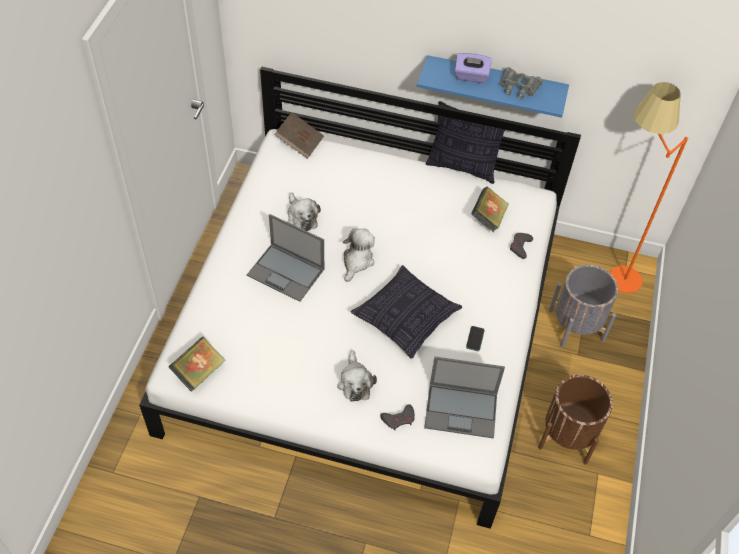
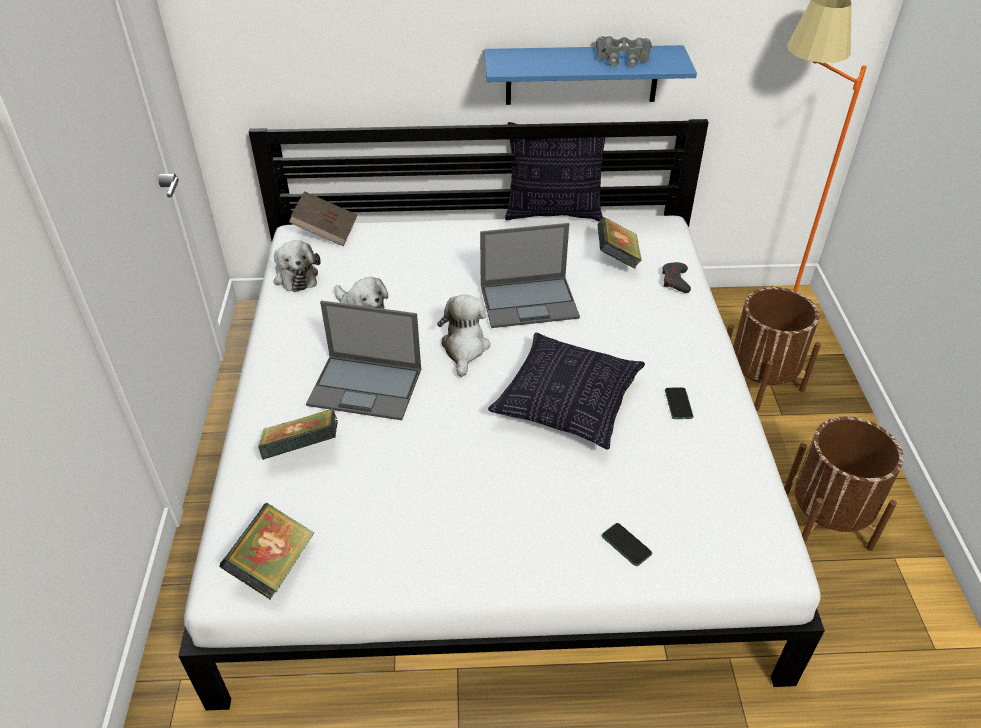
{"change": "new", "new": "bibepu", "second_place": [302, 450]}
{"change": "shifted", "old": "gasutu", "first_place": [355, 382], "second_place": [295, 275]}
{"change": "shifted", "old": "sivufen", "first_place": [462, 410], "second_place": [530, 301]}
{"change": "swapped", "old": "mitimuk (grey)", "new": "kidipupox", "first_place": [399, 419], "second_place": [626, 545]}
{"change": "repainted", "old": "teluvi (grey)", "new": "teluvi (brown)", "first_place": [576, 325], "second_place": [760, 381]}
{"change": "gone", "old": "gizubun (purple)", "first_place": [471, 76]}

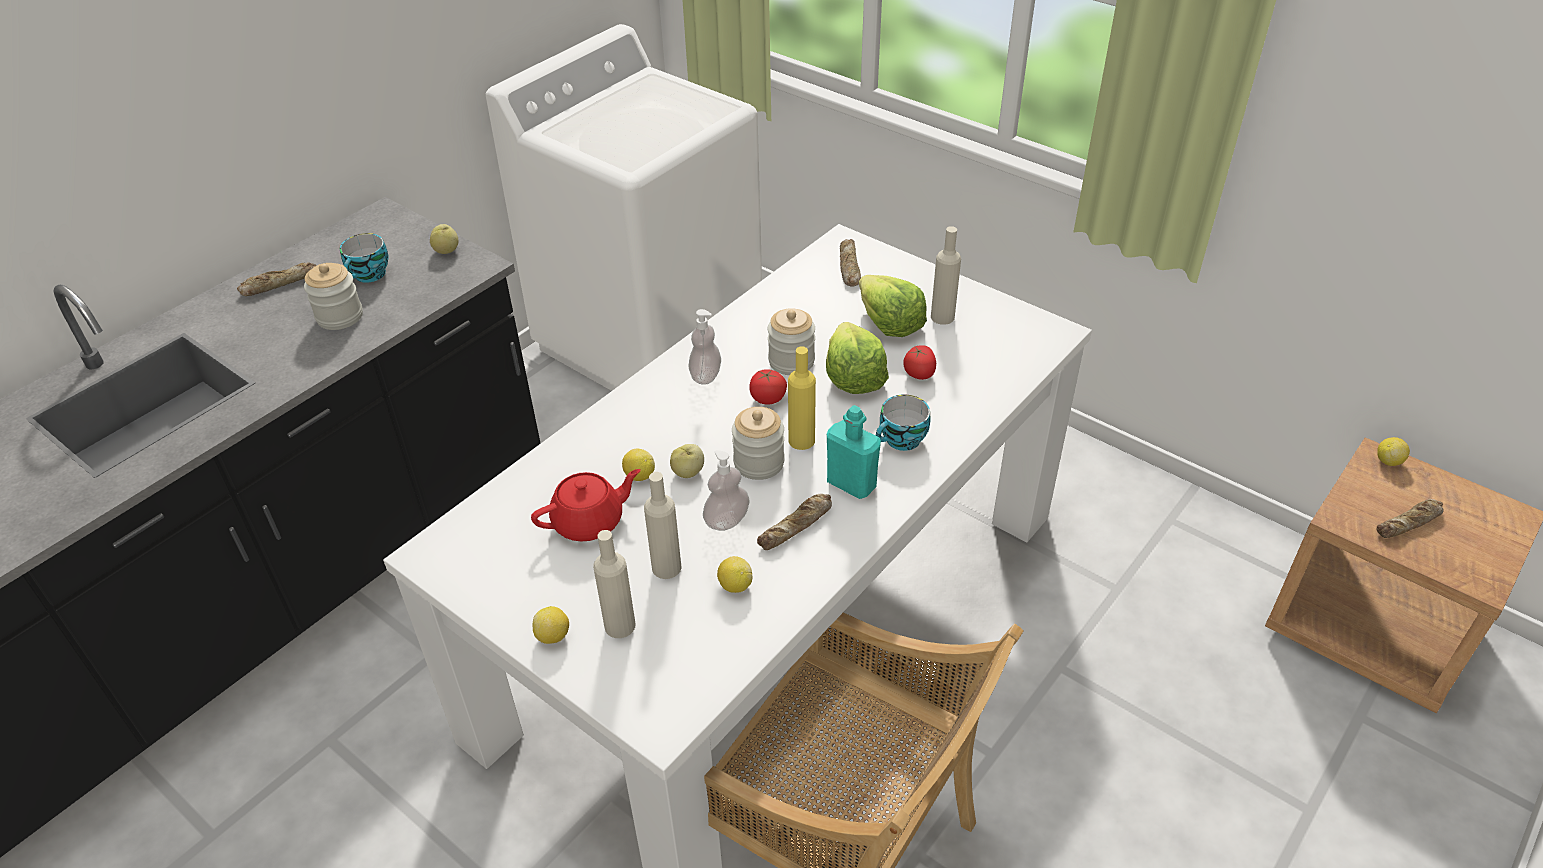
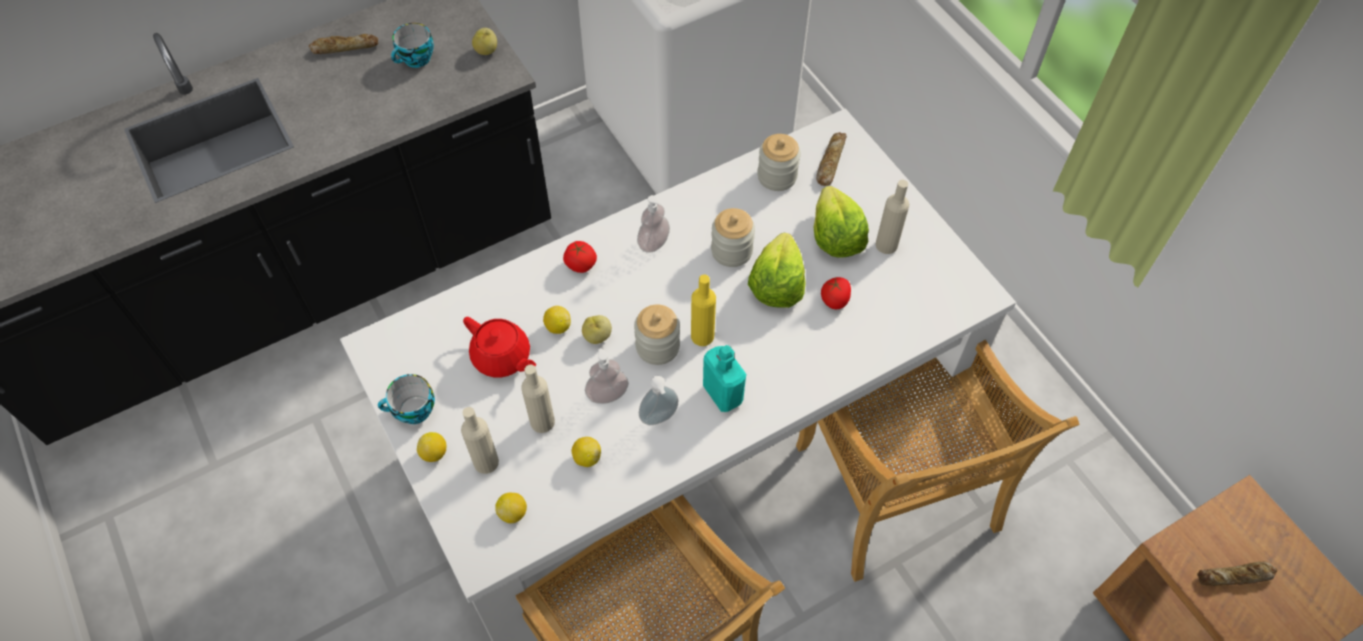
{"change": "shifted", "old": "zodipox", "first_place": [902, 441], "second_place": [413, 412]}
{"change": "rotated", "old": "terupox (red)", "first_place": [590, 521], "second_place": [502, 357], "degrees": 45}
{"change": "shifted", "old": "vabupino", "first_place": [1388, 461], "second_place": [513, 513]}
{"change": "shifted", "old": "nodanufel", "first_place": [768, 398], "second_place": [581, 264]}
{"change": "swapped", "old": "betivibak", "new": "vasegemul", "first_place": [796, 526], "second_place": [659, 419]}
{"change": "shifted", "old": "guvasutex", "first_place": [340, 316], "second_place": [777, 176]}
{"change": "new", "new": "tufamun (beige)", "second_place": [897, 491]}

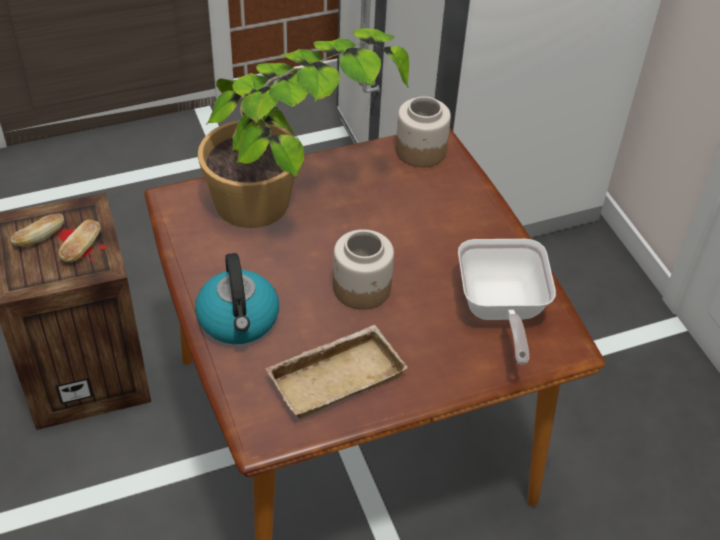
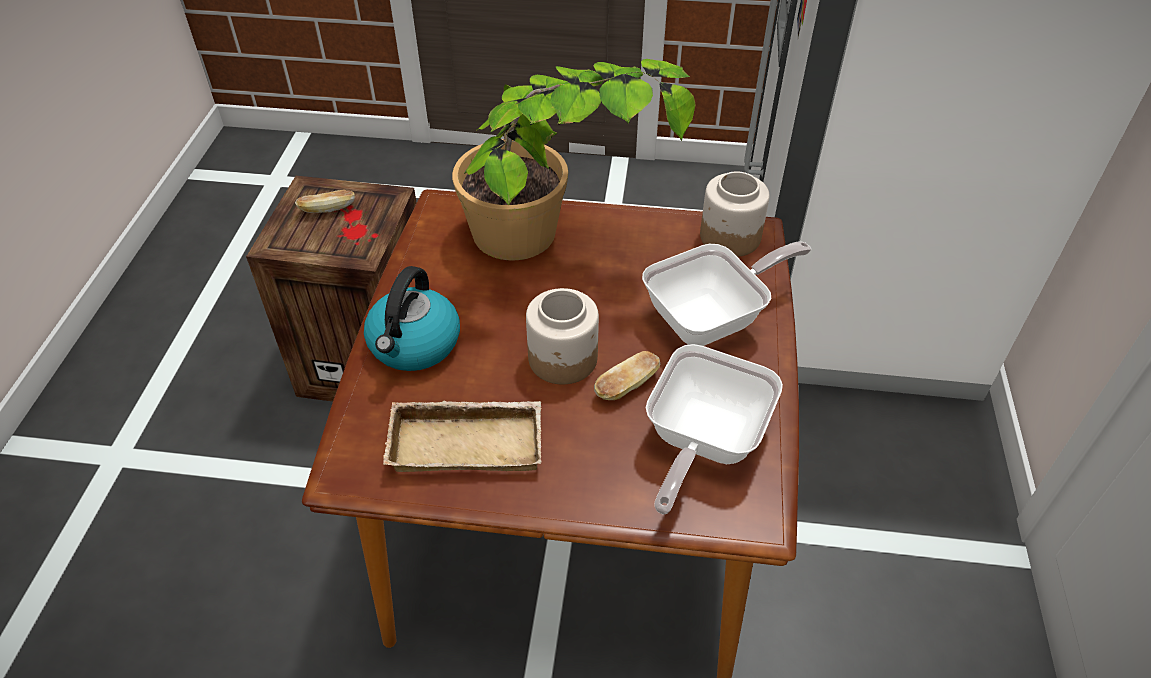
{"change": "shifted", "old": "betivibak", "first_place": [82, 249], "second_place": [626, 386]}
{"change": "new", "new": "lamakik", "second_place": [712, 318]}

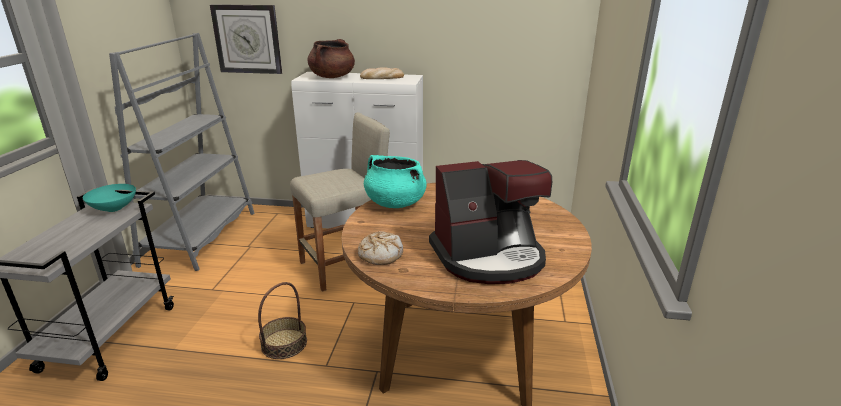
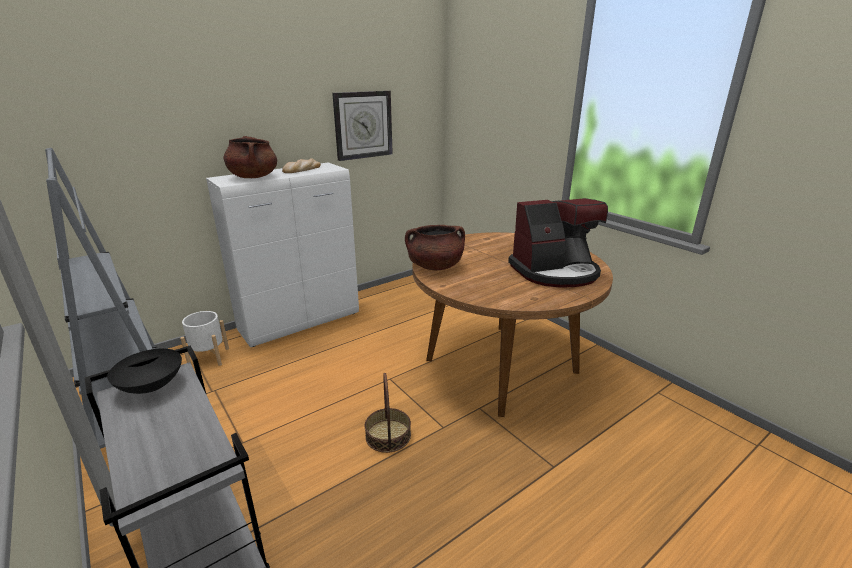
{"change": "repainted", "old": "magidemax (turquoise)", "new": "magidemax (black)", "first_place": [114, 209], "second_place": [152, 386]}
{"change": "new", "new": "teluvi (white)", "second_place": [209, 357]}
{"change": "shifted", "old": "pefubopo", "first_place": [247, 39], "second_place": [363, 125]}
{"change": "repainted", "old": "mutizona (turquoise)", "new": "mutizona (brown)", "first_place": [395, 203], "second_place": [435, 266]}
{"change": "rotated", "old": "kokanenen", "first_place": [489, 257], "second_place": [555, 272], "degrees": 45}
{"change": "gone", "old": "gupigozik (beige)", "first_place": [346, 265]}
{"change": "gone", "old": "betivibak", "first_place": [380, 254]}

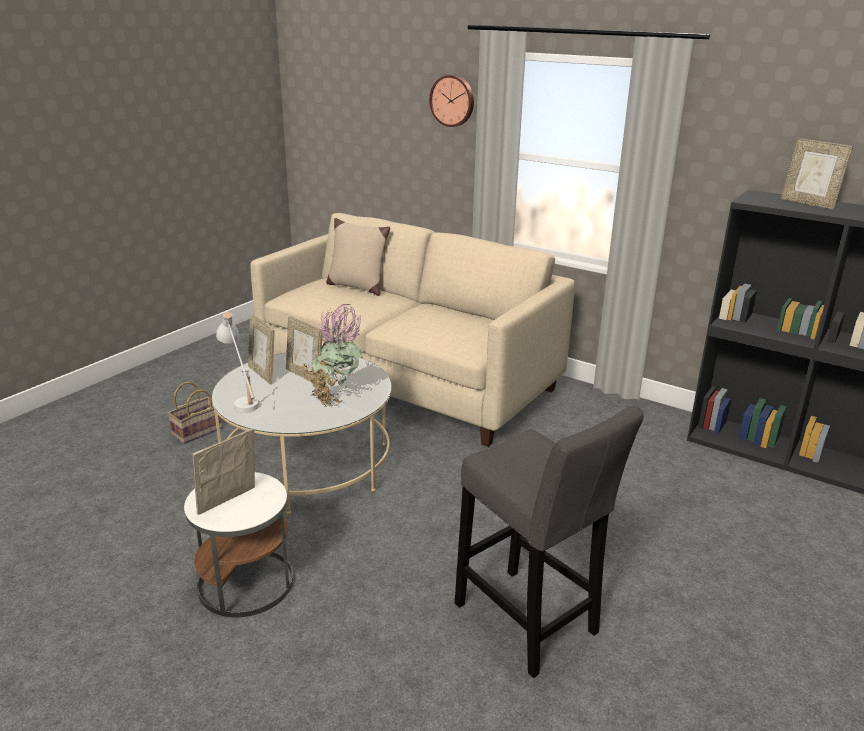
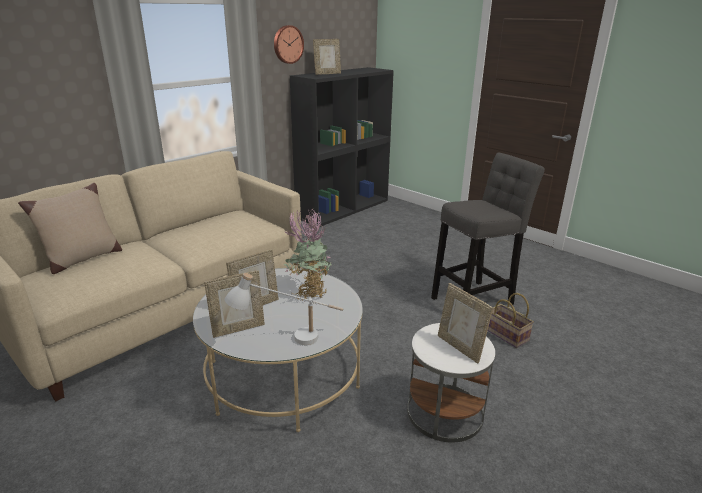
{"change": "shifted", "old": "pefubopo", "first_place": [453, 100], "second_place": [287, 44]}
{"change": "shifted", "old": "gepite", "first_place": [198, 431], "second_place": [505, 335]}

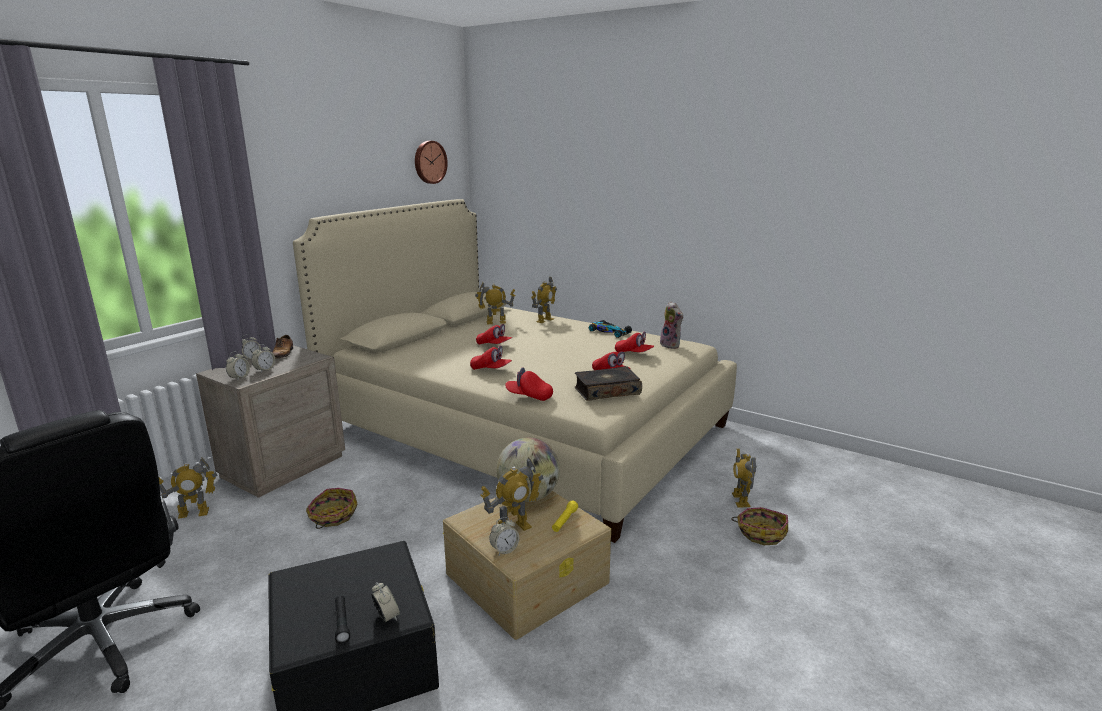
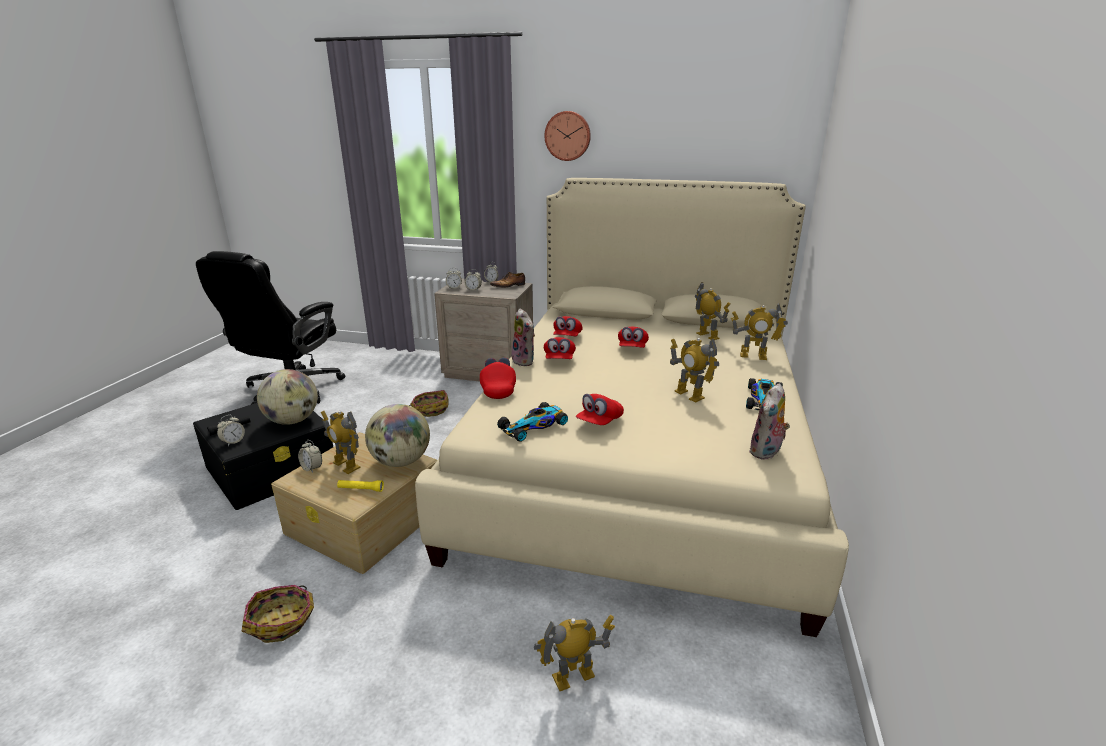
{"change": "shifted", "old": "gepite", "first_place": [761, 533], "second_place": [282, 621]}
{"change": "new", "new": "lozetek", "second_place": [293, 421]}
{"change": "swapped", "old": "bibepu", "new": "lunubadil", "first_place": [606, 391], "second_place": [534, 426]}
{"change": "new", "new": "gasutu", "second_place": [525, 361]}
{"change": "shifted", "old": "pefubopo", "first_place": [429, 162], "second_place": [568, 136]}
{"change": "shifted", "old": "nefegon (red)", "first_place": [633, 353], "second_place": [567, 337]}
{"change": "shifted", "old": "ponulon", "first_place": [194, 513], "second_place": [689, 395]}

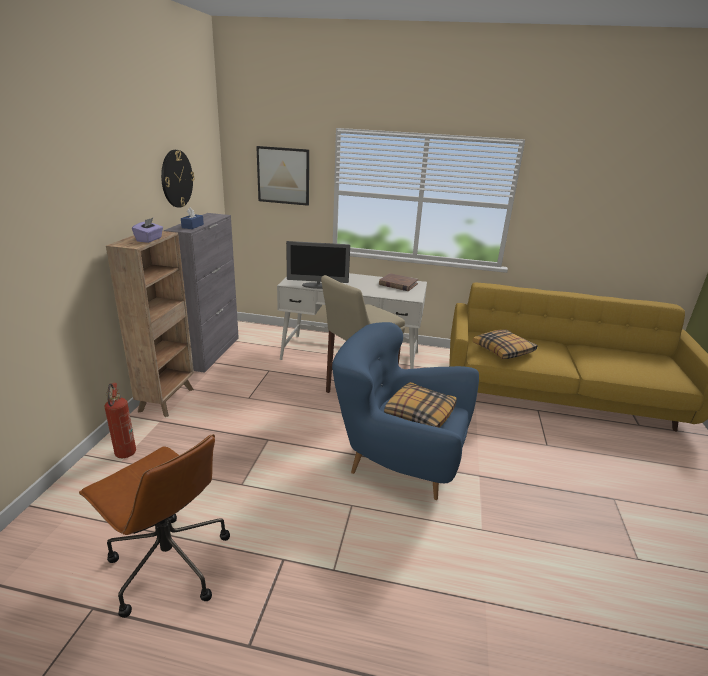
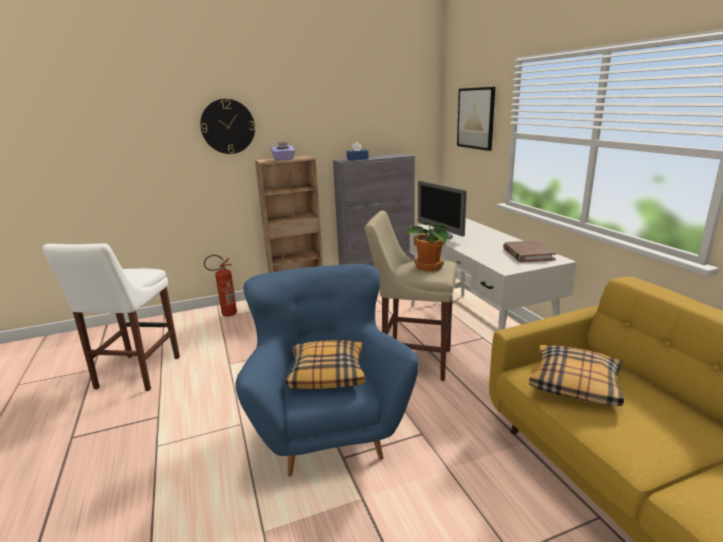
{"change": "swapped", "old": "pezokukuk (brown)", "new": "gupigozik (white)", "first_place": [168, 563], "second_place": [135, 374]}
{"change": "shifted", "old": "pefubopo", "first_place": [176, 179], "second_place": [228, 126]}
{"change": "new", "new": "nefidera", "second_place": [428, 267]}

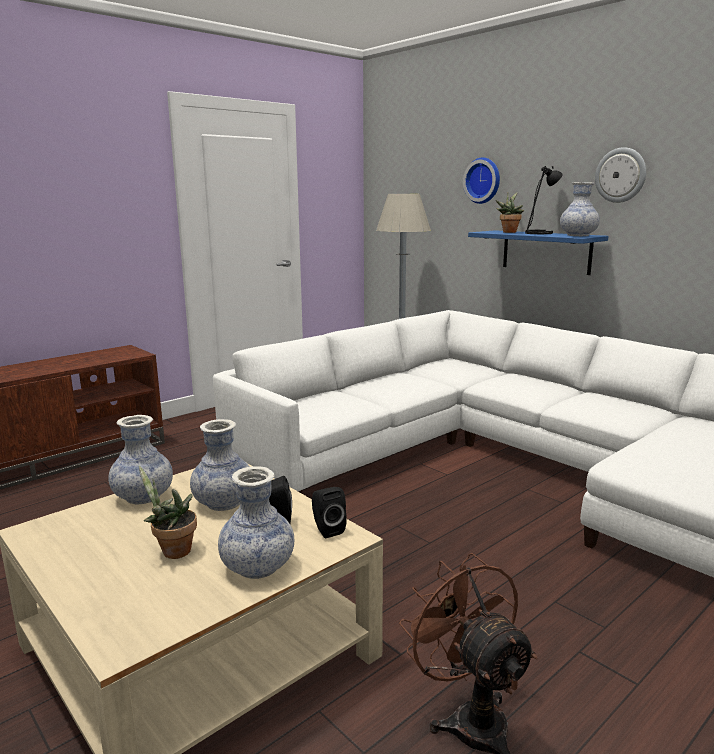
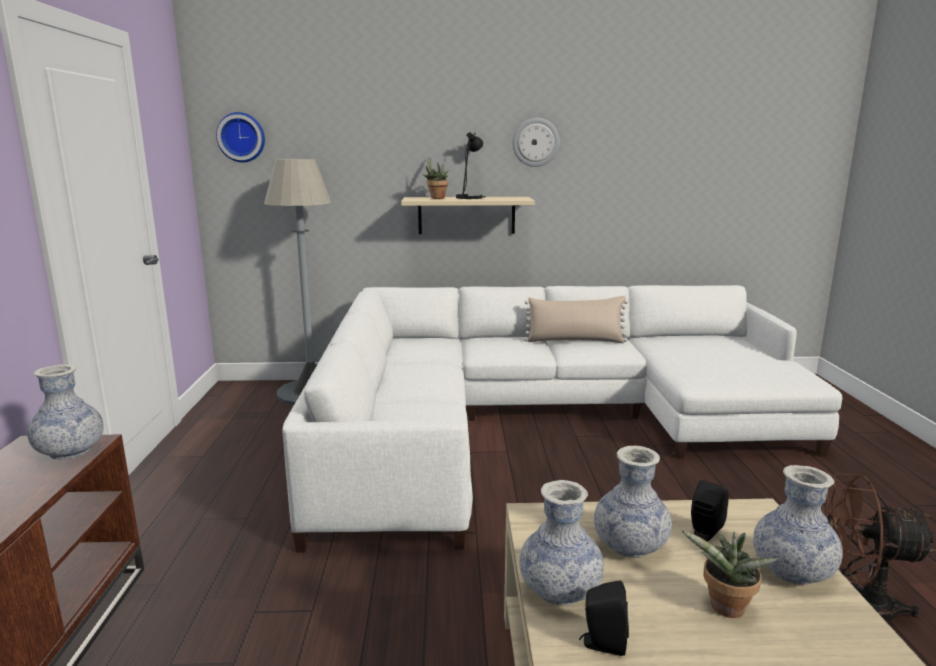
{"change": "shifted", "old": "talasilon", "first_place": [578, 235], "second_place": [70, 452]}
{"change": "shifted", "old": "pefubopo", "first_place": [483, 180], "second_place": [242, 137]}
{"change": "repainted", "old": "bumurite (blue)", "new": "bumurite (beige)", "first_place": [546, 251], "second_place": [466, 215]}
{"change": "new", "new": "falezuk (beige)", "second_place": [575, 341]}
{"change": "shifted", "old": "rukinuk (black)", "first_place": [327, 529], "second_place": [602, 643]}

